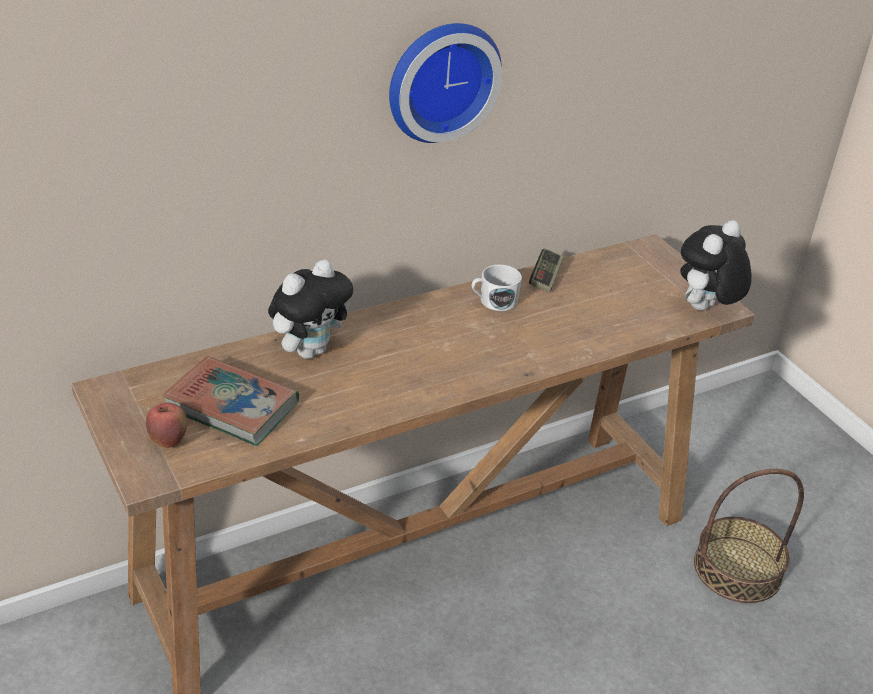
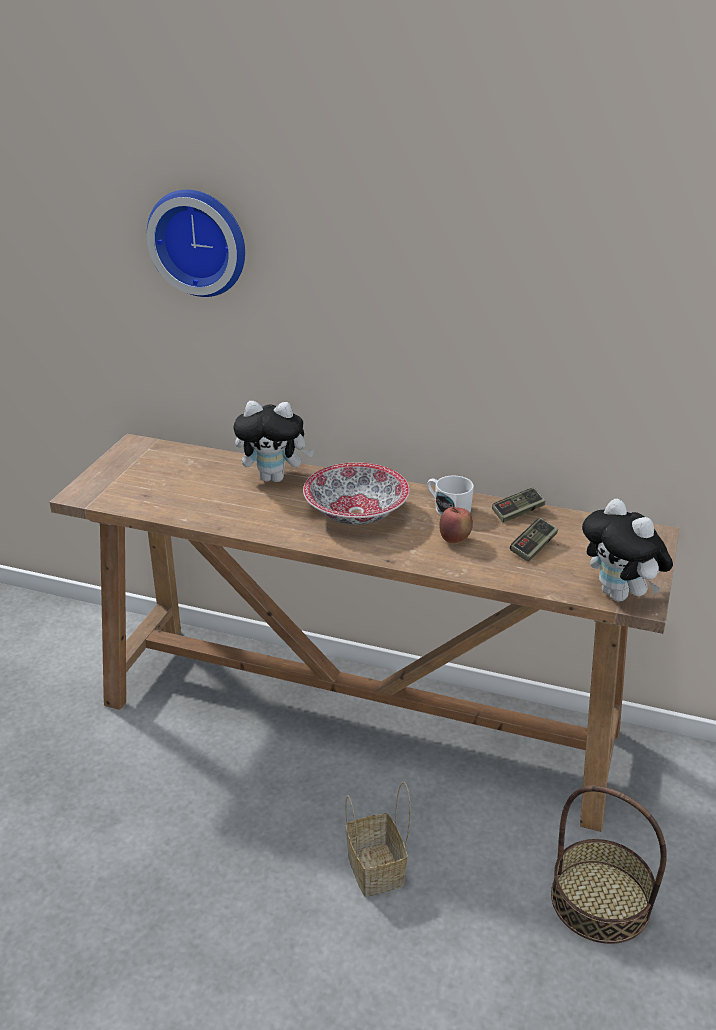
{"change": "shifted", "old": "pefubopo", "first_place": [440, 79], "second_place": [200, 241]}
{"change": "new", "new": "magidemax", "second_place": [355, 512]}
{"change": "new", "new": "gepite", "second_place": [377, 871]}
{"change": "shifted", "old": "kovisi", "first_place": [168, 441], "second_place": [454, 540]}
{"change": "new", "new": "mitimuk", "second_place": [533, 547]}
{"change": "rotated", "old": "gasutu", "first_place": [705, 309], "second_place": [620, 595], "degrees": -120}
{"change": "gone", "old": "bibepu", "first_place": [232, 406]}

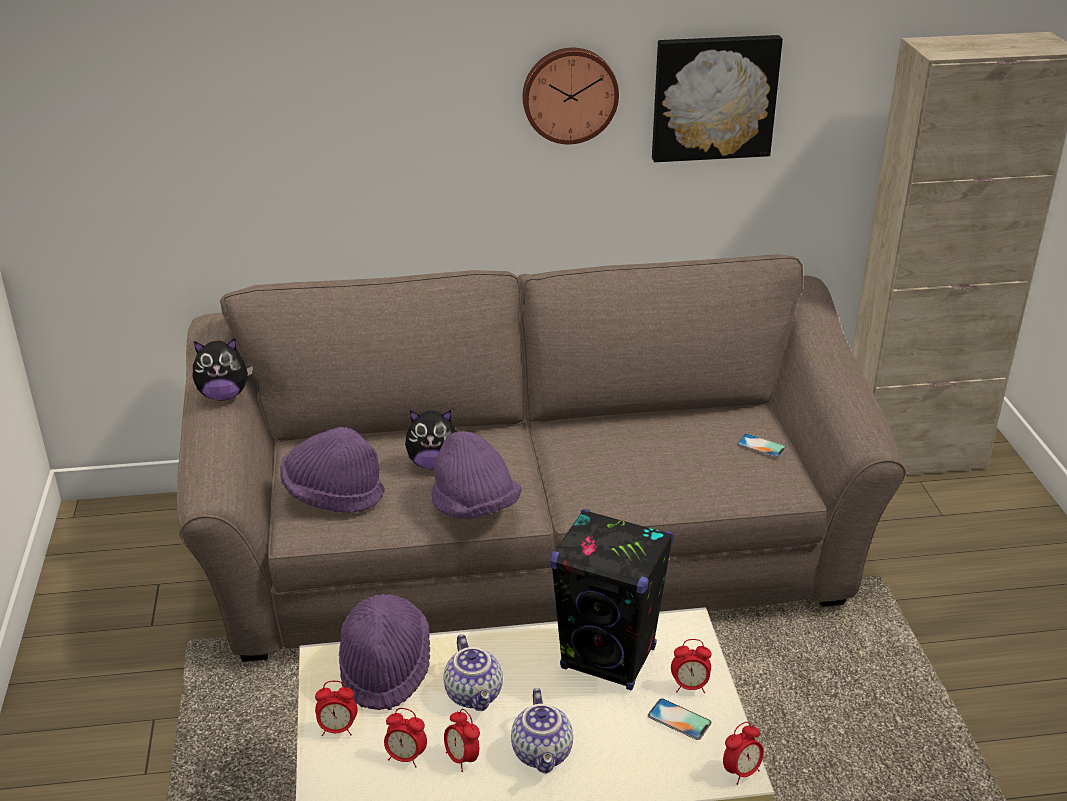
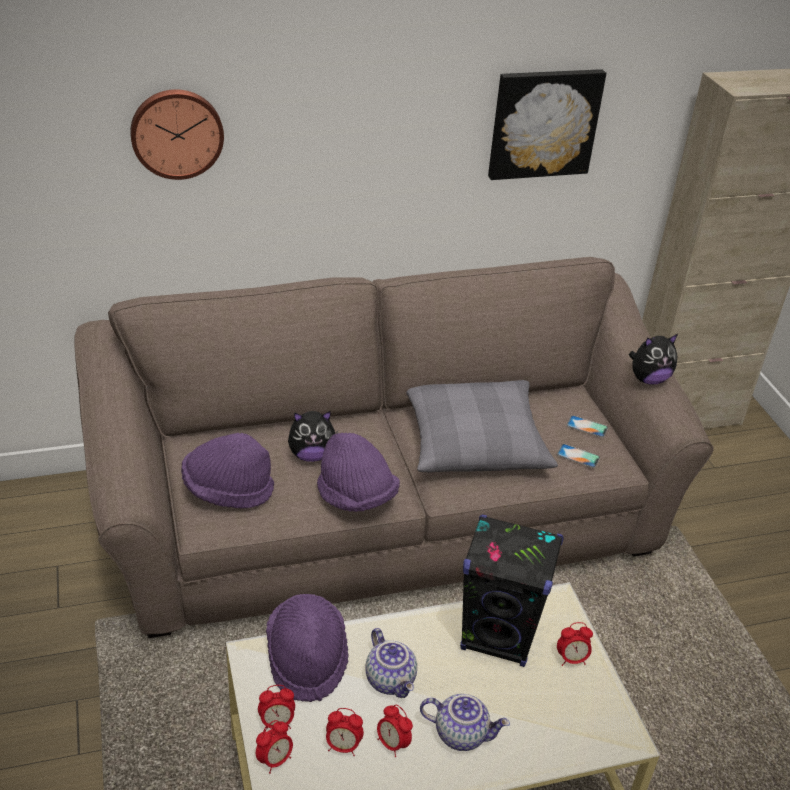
{"change": "shifted", "old": "pefubopo", "first_place": [569, 94], "second_place": [176, 133]}
{"change": "shifted", "old": "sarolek", "first_place": [741, 772], "second_place": [275, 760]}
{"change": "new", "new": "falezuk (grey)", "second_place": [474, 439]}
{"change": "rotated", "old": "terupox", "first_place": [543, 753], "second_place": [461, 733], "degrees": -60}
{"change": "shifted", "old": "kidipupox", "first_place": [679, 719], "second_place": [578, 456]}
{"change": "shifted", "old": "gasutu", "first_place": [224, 395], "second_place": [648, 379]}

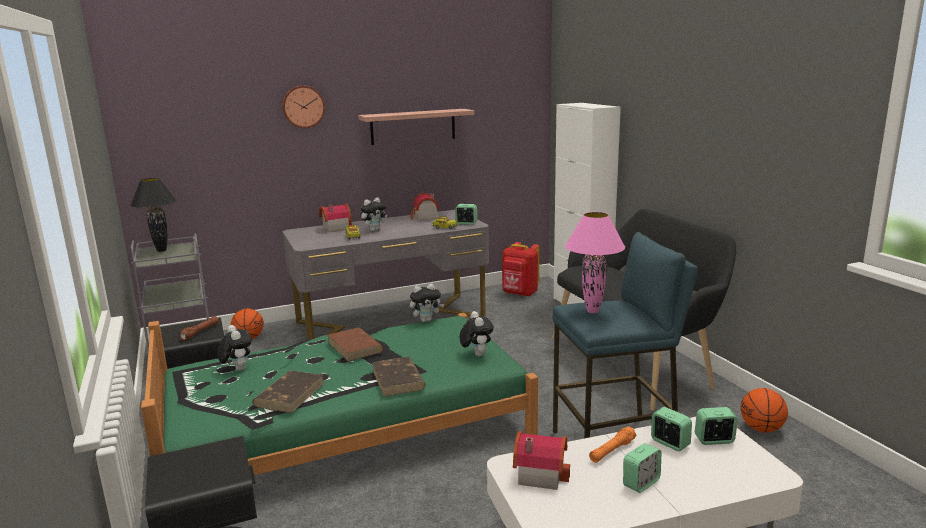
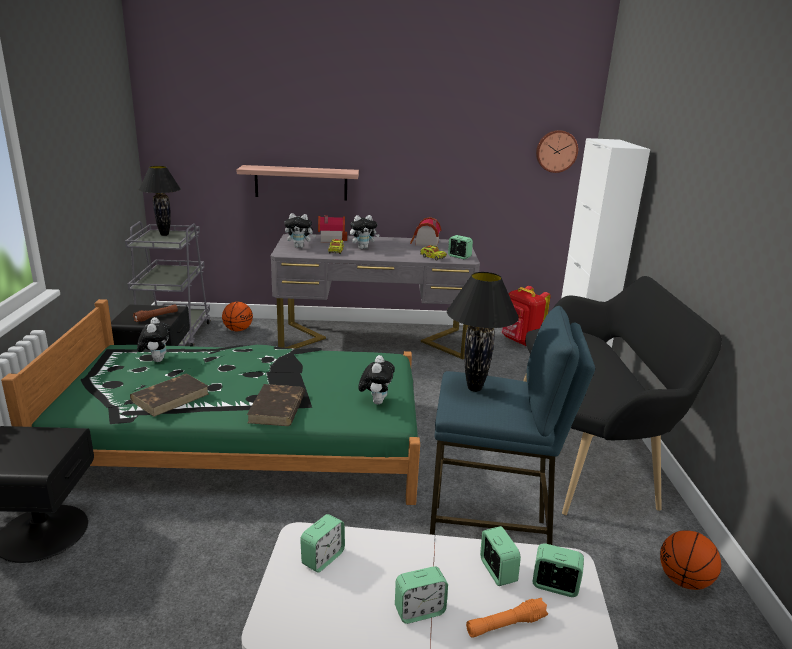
{"change": "shifted", "old": "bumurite", "first_place": [413, 126], "second_place": [301, 183]}
{"change": "shifted", "old": "gasutu", "first_place": [426, 320], "second_place": [300, 247]}
{"change": "swapped", "old": "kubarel", "new": "sarolek", "first_place": [539, 473], "second_place": [323, 558]}
{"change": "repainted", "old": "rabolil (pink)", "new": "rabolil (black)", "first_place": [592, 311], "second_place": [474, 388]}
{"change": "shifted", "old": "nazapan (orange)", "first_place": [612, 451], "second_place": [505, 625]}
{"change": "shifted", "old": "pefubopo", "first_place": [303, 106], "second_place": [556, 151]}
{"change": "gone", "old": "bibepu (brown)", "first_place": [355, 347]}

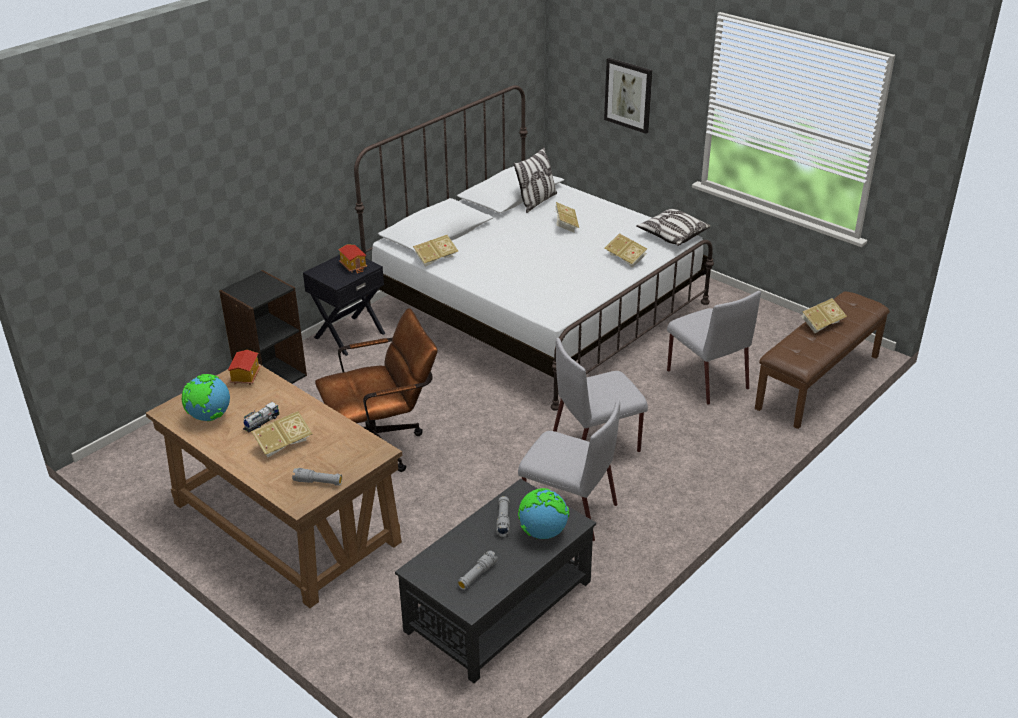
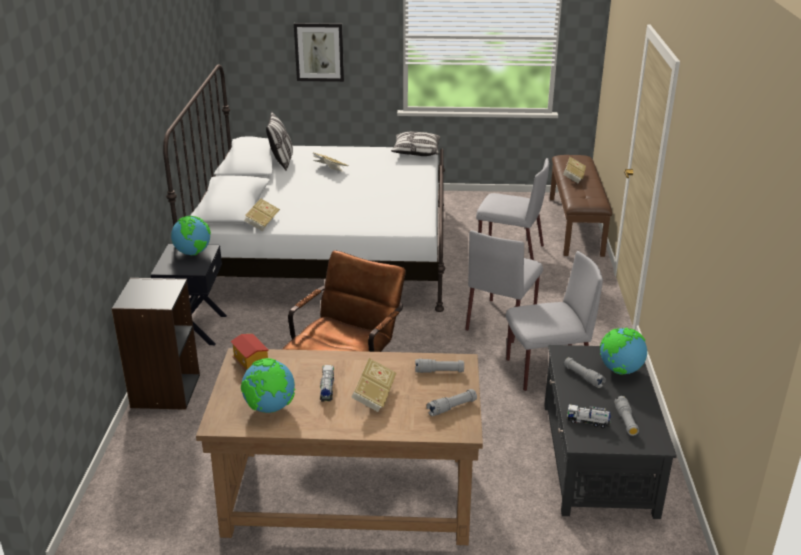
{"change": "swapped", "old": "kubarel", "new": "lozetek", "first_place": [354, 266], "second_place": [193, 253]}
{"change": "new", "new": "nazapan (grey)", "second_place": [439, 371]}
{"change": "new", "new": "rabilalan", "second_place": [587, 422]}
{"change": "gone", "old": "bibepu", "first_place": [626, 258]}

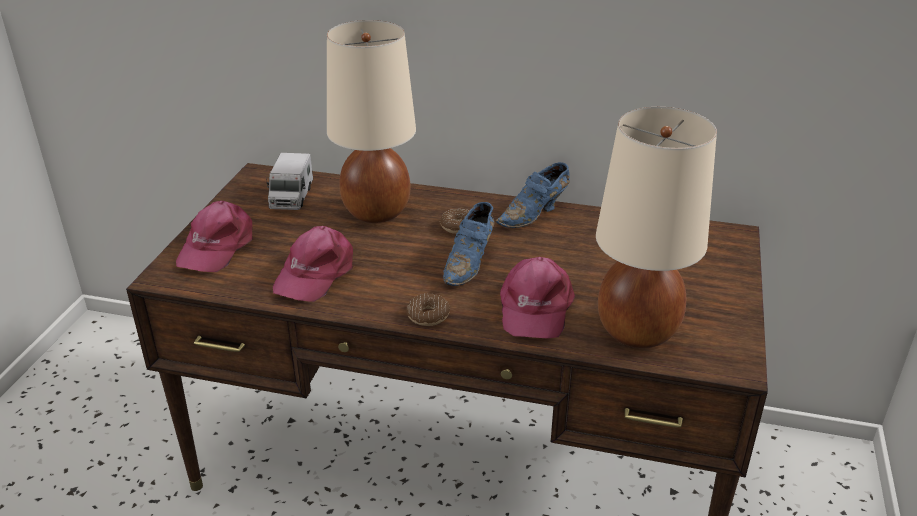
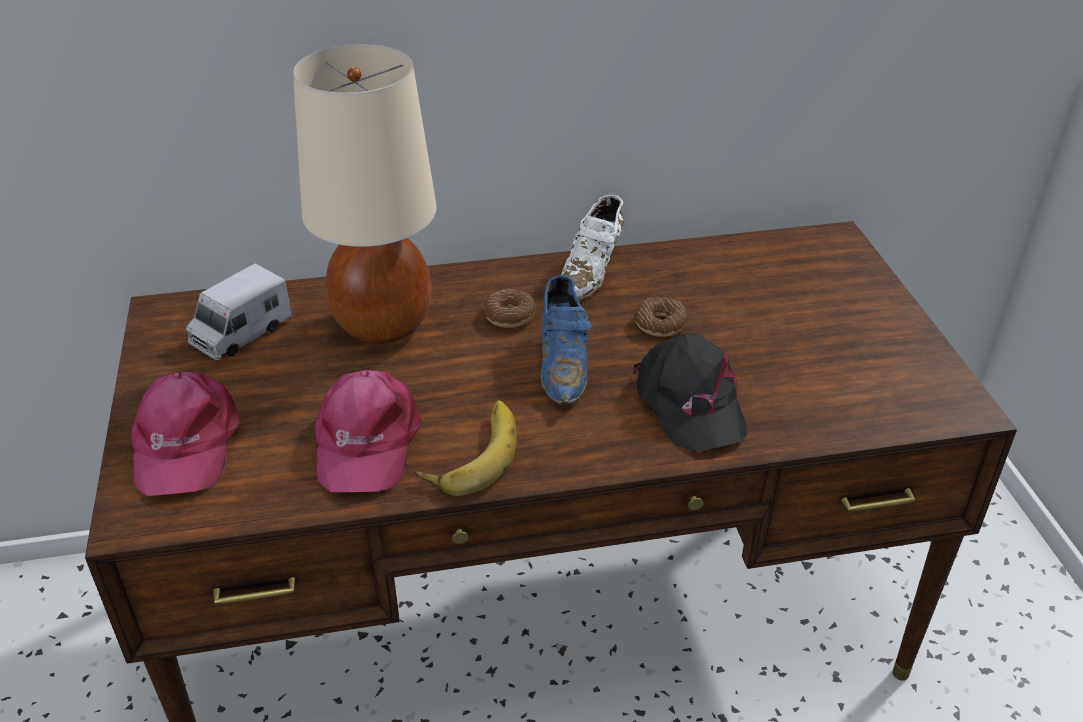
{"change": "rotated", "old": "rabilalan", "first_place": [291, 196], "second_place": [241, 333], "degrees": 60}
{"change": "new", "new": "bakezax", "second_place": [471, 453]}
{"change": "repainted", "old": "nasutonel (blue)", "new": "nasutonel (white)", "first_place": [535, 214], "second_place": [592, 272]}
{"change": "repainted", "old": "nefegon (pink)", "new": "nefegon (black)", "first_place": [534, 308], "second_place": [689, 403]}
{"change": "shifted", "old": "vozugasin", "first_place": [428, 315], "second_place": [660, 324]}
{"change": "gone", "old": "rabolil (beige)", "first_place": [636, 332]}

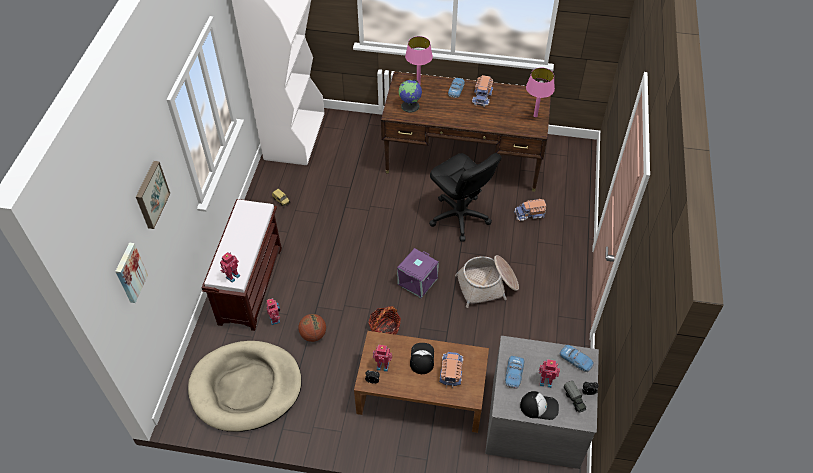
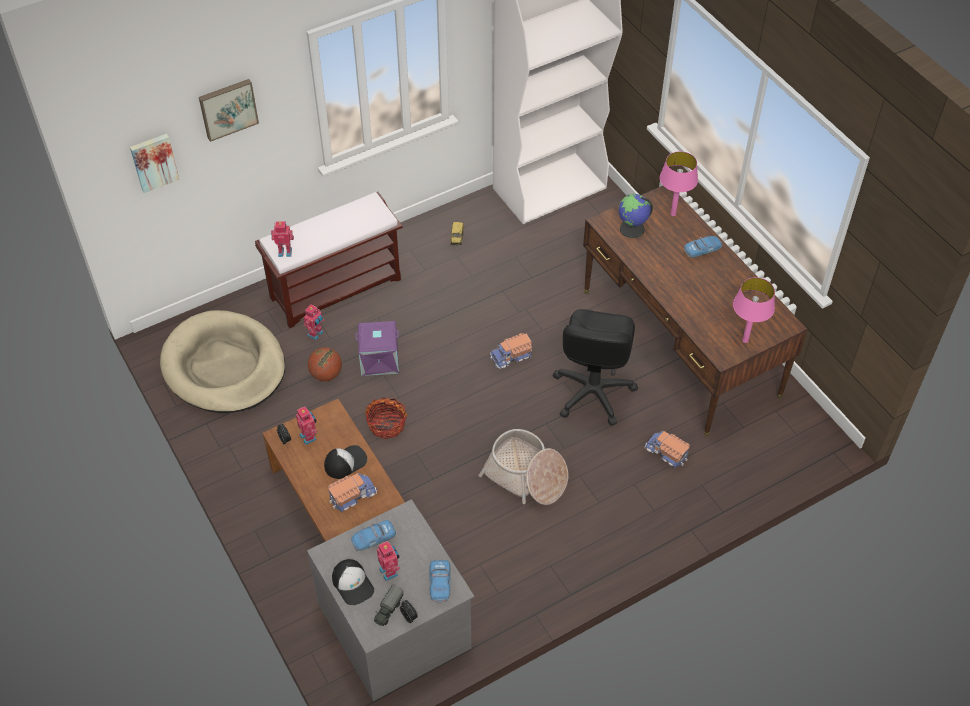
{"change": "shifted", "old": "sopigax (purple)", "first_place": [418, 282], "second_place": [379, 360]}
{"change": "shifted", "old": "rabilalan", "first_place": [482, 96], "second_place": [511, 357]}

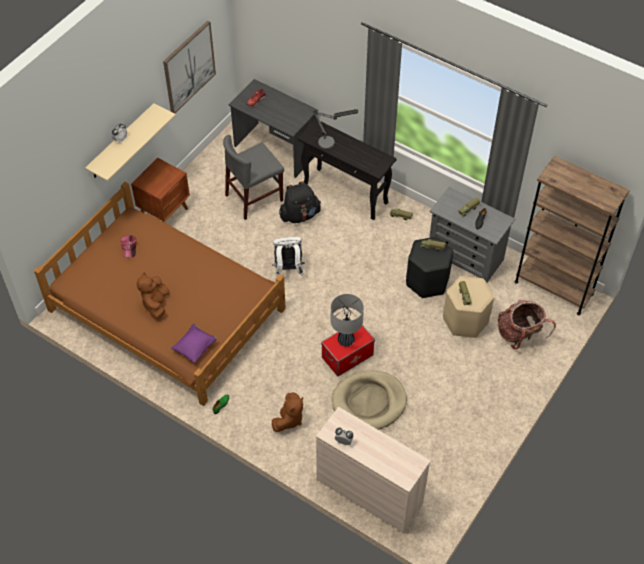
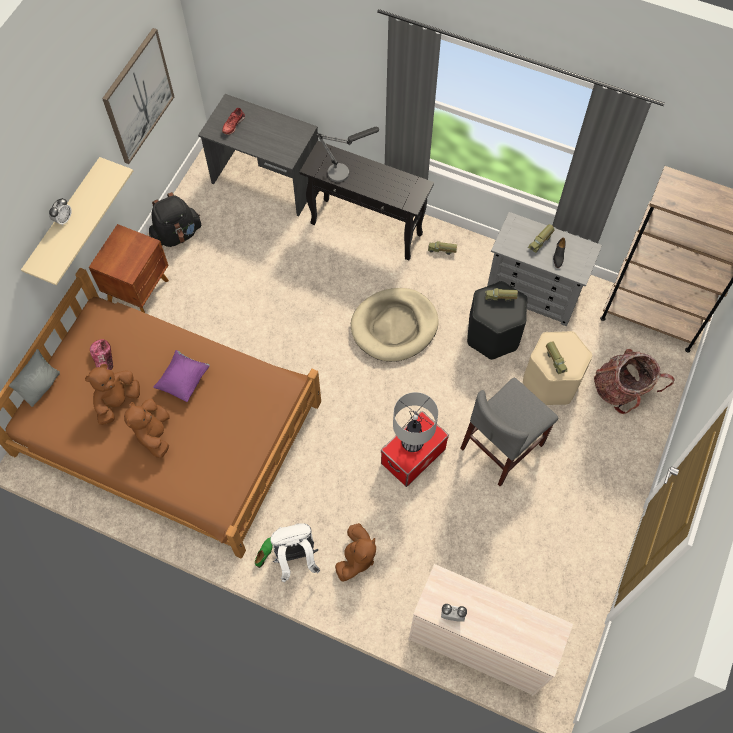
{"change": "new", "new": "falezuk (grey)", "second_place": [41, 386]}
{"change": "new", "new": "gasutu (brown)", "second_place": [117, 402]}
{"change": "shifted", "old": "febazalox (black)", "first_place": [300, 215], "second_place": [177, 234]}
{"change": "shifted", "old": "falezuk (purple)", "first_place": [195, 348], "second_place": [184, 380]}
{"change": "shifted", "old": "febazalox (white)", "first_place": [288, 269], "second_place": [296, 558]}
{"change": "shifted", "old": "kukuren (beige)", "first_place": [369, 402], "second_place": [394, 326]}
{"change": "shifted", "old": "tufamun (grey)", "first_place": [254, 198], "second_place": [502, 446]}

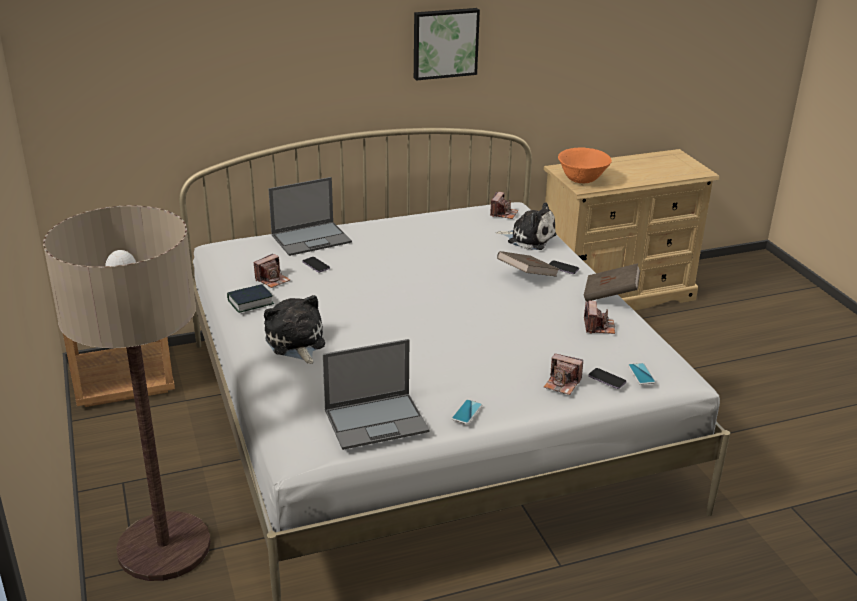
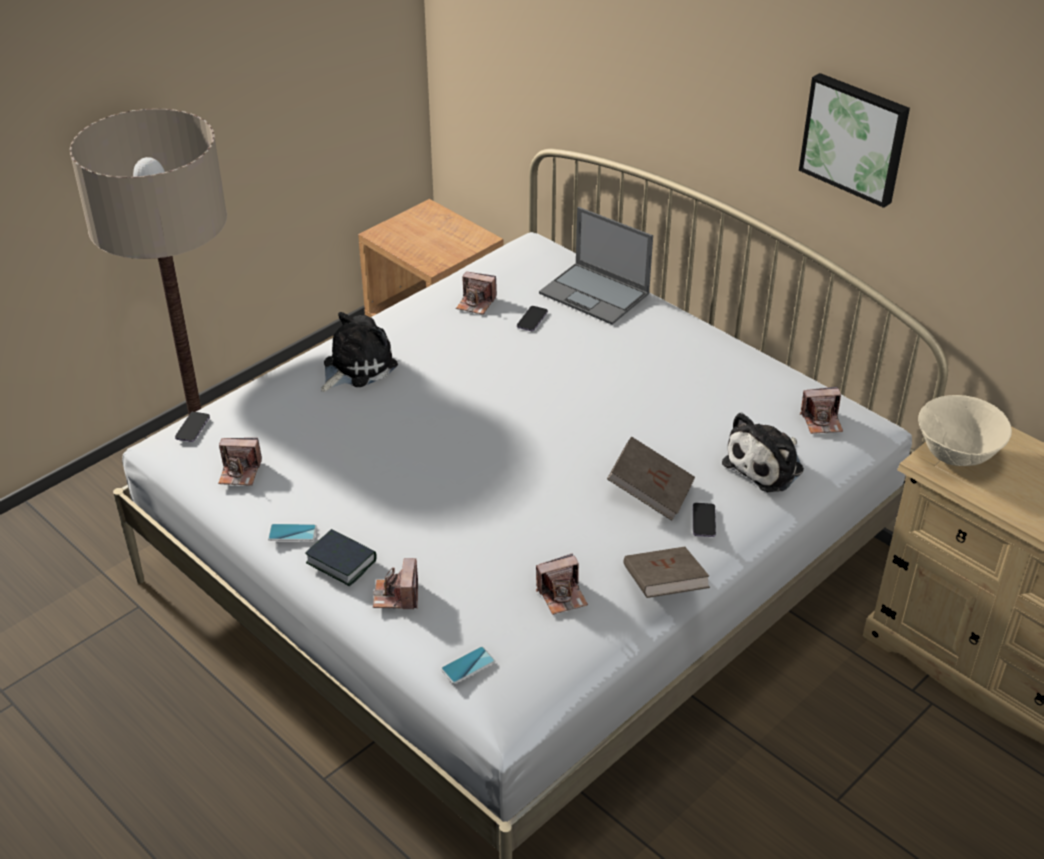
{"change": "shifted", "old": "kidipupox", "first_place": [607, 379], "second_place": [192, 428]}
{"change": "swapped", "old": "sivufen", "new": "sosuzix", "first_place": [377, 420], "second_place": [240, 472]}
{"change": "shifted", "old": "bibepu", "first_place": [250, 302], "second_place": [341, 562]}
{"change": "rotated", "old": "gasutu", "first_place": [529, 238], "second_place": [767, 465], "degrees": 45}
{"change": "repainted", "old": "magidemax (orange)", "new": "magidemax (beige)", "first_place": [582, 180], "second_place": [956, 456]}

